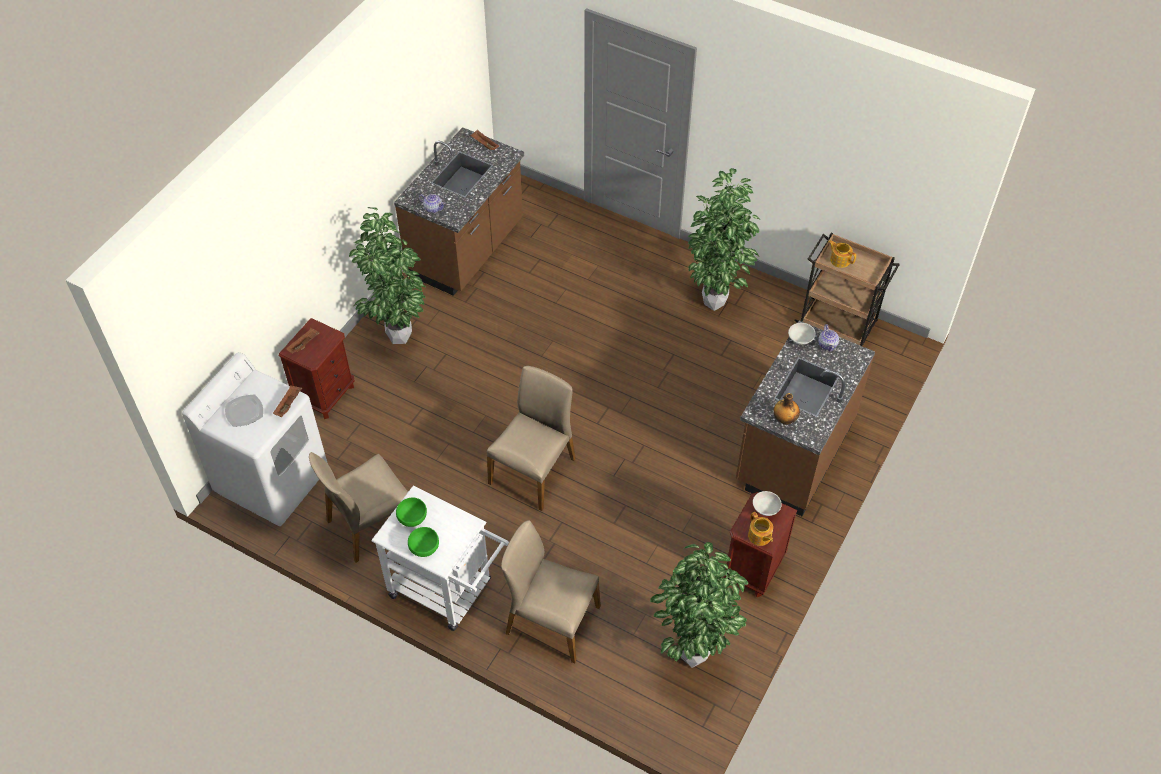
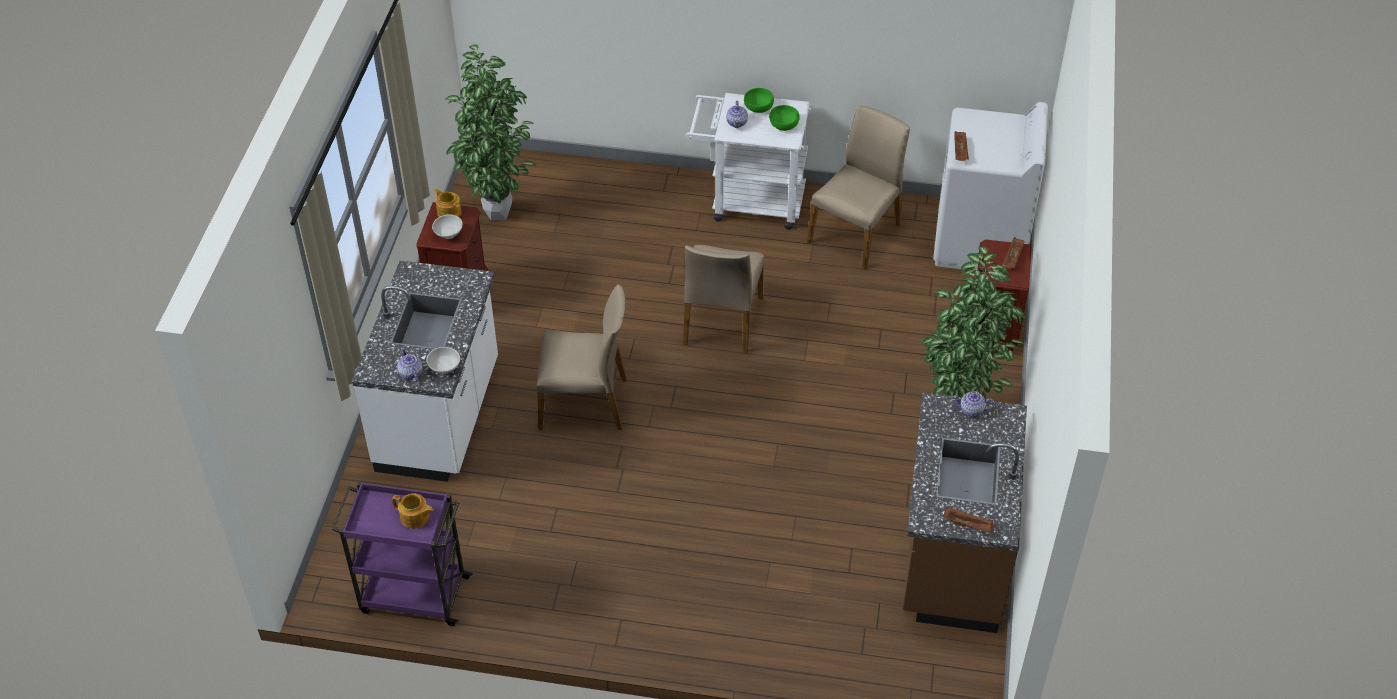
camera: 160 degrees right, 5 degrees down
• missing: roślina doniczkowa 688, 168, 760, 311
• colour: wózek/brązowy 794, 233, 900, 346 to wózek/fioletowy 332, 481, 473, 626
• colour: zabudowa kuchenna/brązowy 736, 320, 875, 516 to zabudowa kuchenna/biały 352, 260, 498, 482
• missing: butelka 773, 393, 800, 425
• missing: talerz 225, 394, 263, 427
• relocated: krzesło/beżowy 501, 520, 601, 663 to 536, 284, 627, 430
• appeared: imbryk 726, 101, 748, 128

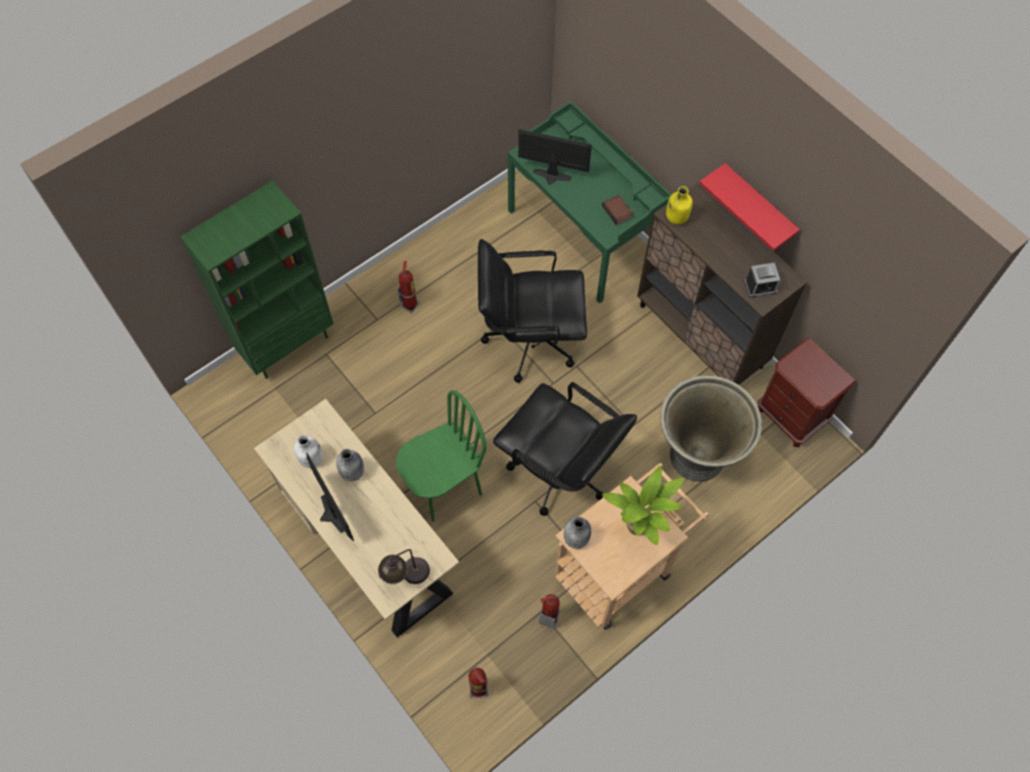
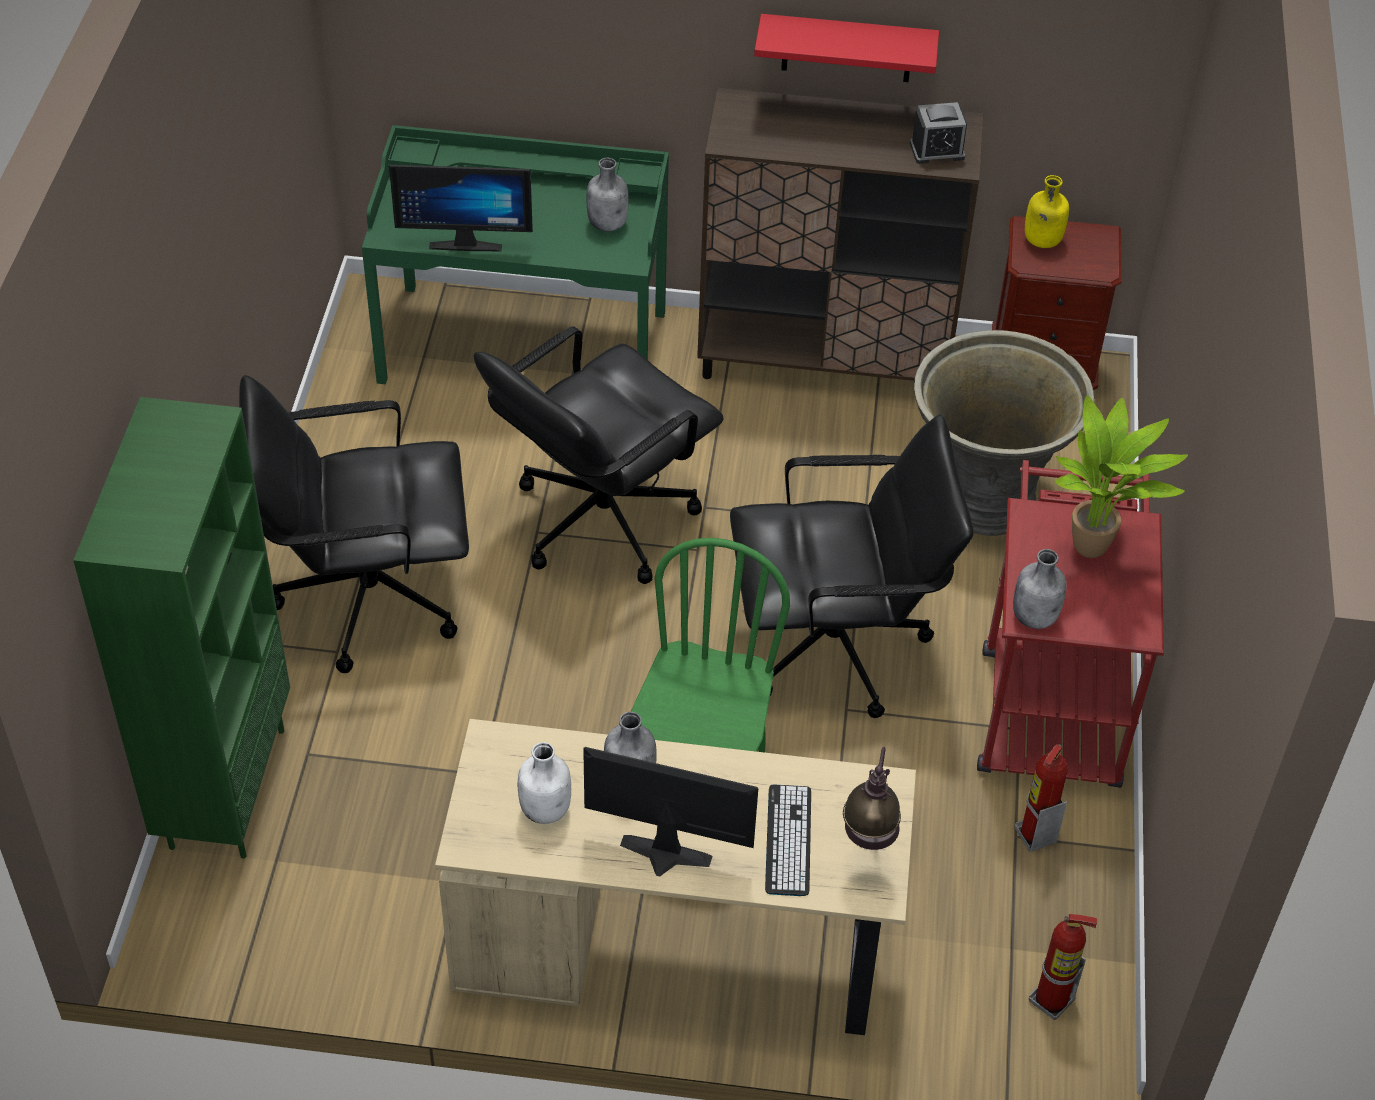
camera: 45 degrees left, 15 degrees down
• spun: monitor 518, 129, 592, 185 = 389, 165, 533, 251 150 degrees counterclockwise
• relocated: butelka/żółty 666, 186, 693, 224 to 1025, 175, 1069, 248
• exchanged: książka 602, 195, 633, 225 to butelka/szary 587, 158, 629, 231
• exchanged: gaśnica 397, 261, 420, 313 to krzesło biurowe/czarny 239, 375, 469, 673
• spun: budzik 744, 263, 781, 298 = 910, 102, 967, 164 45 degrees clockwise
• colour: wózek/beżowy 555, 463, 709, 630 to wózek/czerwony 977, 460, 1164, 788
• appeared: klawiatura 765, 784, 811, 896

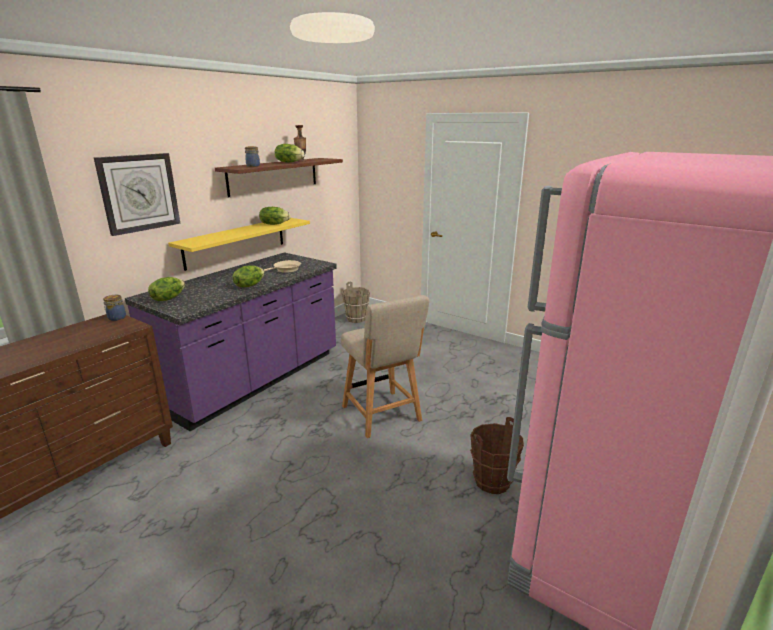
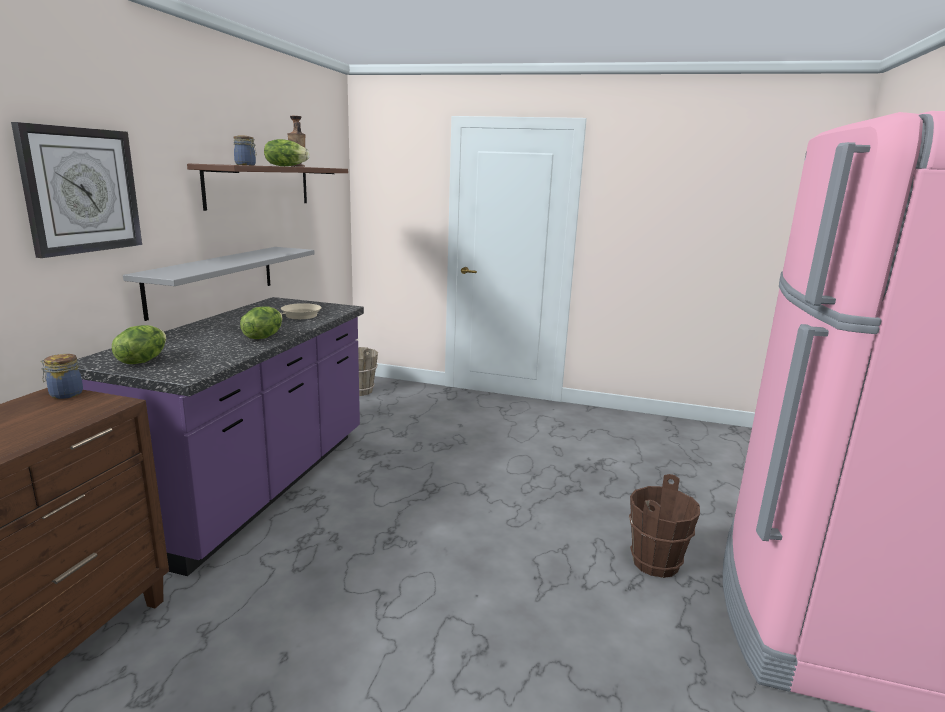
camera: 20 degrees left, 5 degrees down
• missing: sałata 259, 207, 291, 225
• colour: półka/żółty 168, 218, 310, 271 to półka/szary 123, 247, 314, 321
• missing: krzesło/beżowy 341, 295, 429, 438

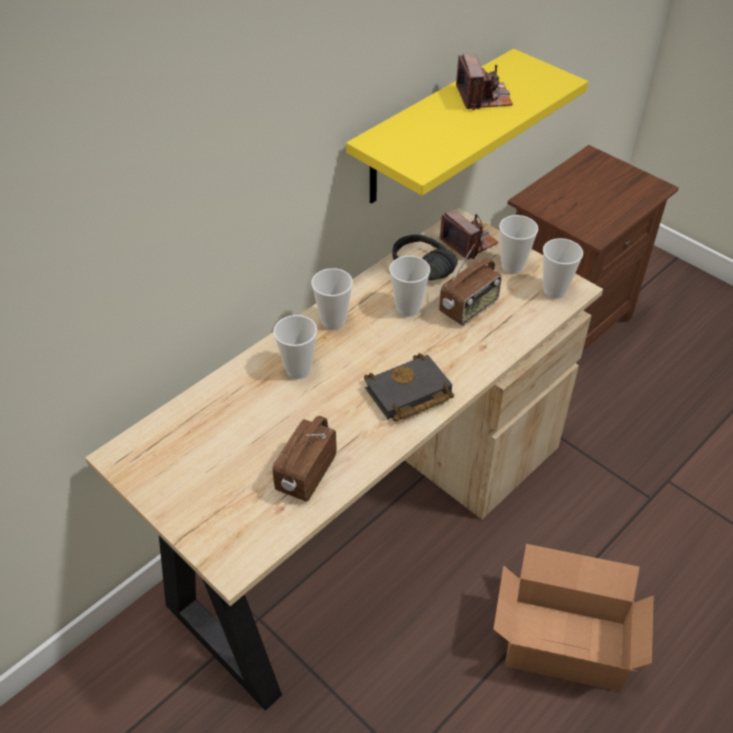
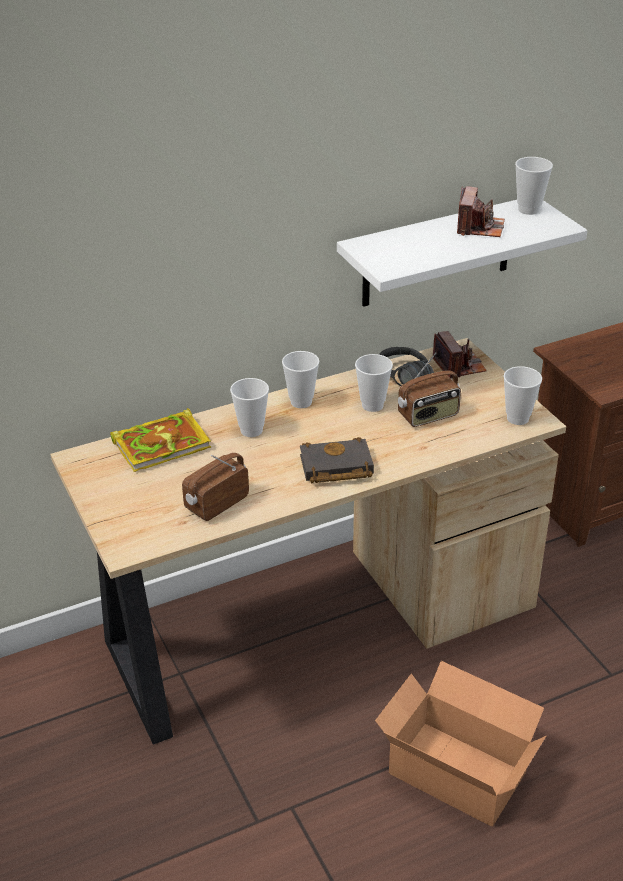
camera: 20 degrees right, 10 degrees down
• colour: półka/żółty 346, 49, 588, 204 to półka/biały 337, 200, 587, 307
• relocated: filiżanka 499, 215, 538, 274 to 515, 157, 553, 215
• appeared: książka 110, 408, 211, 472

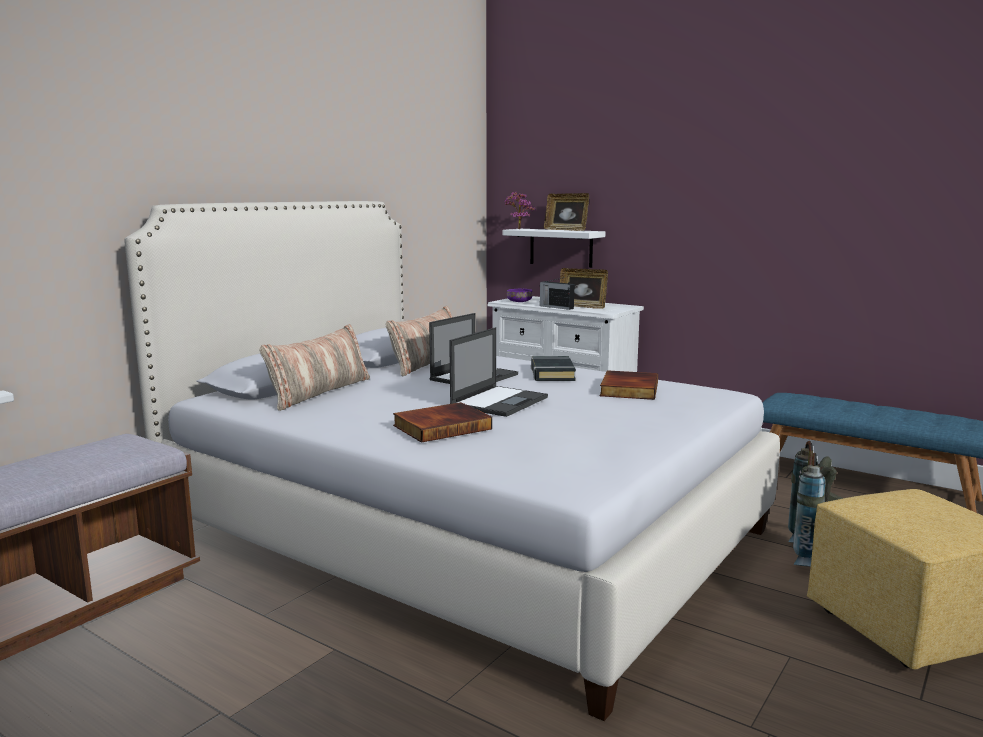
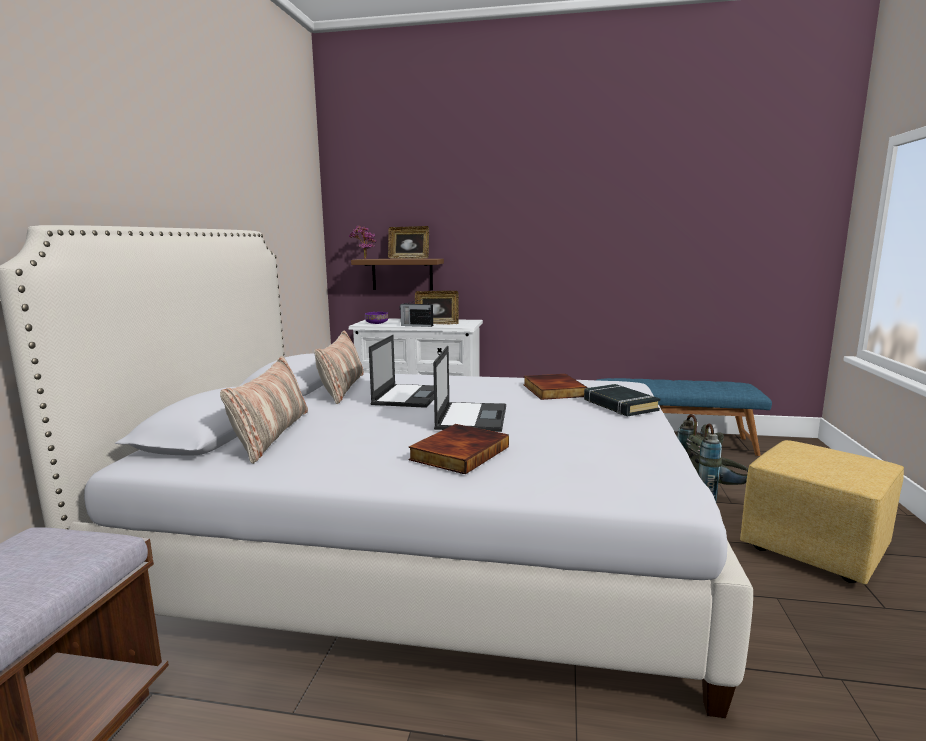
camera: 25 degrees left, 0 degrees up
• colour: półka/biały 503, 229, 605, 268 to półka/brązowy 351, 259, 444, 290
• relocated: książka/czarny 531, 356, 576, 381 to 584, 384, 660, 416

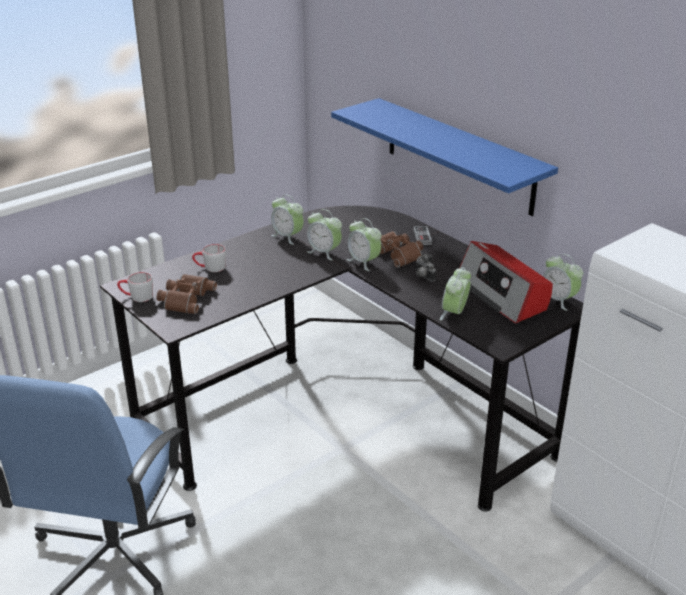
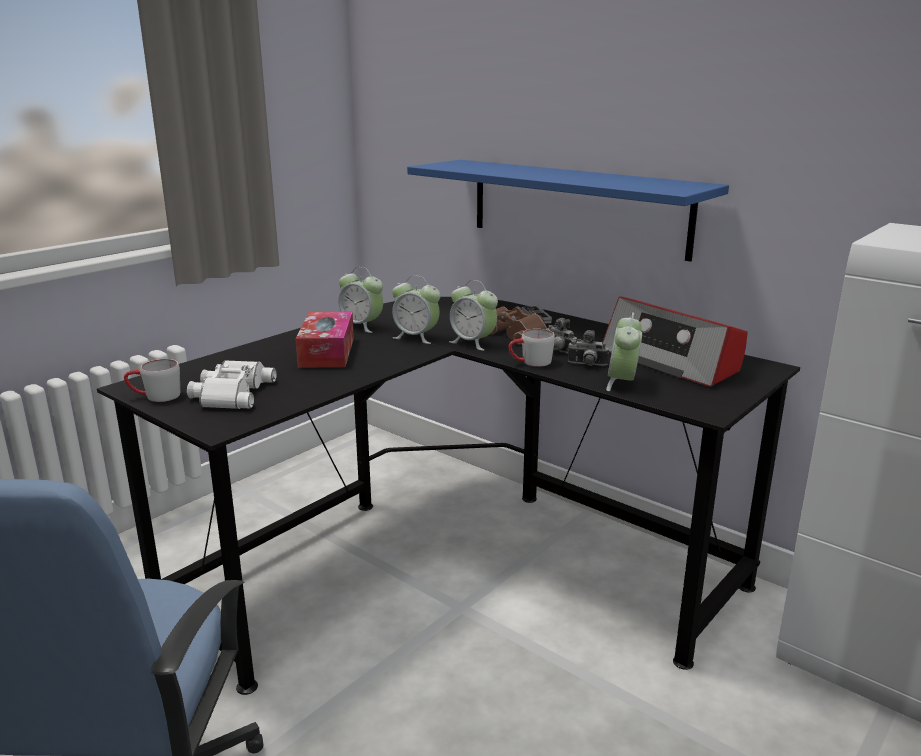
camera: 10 degrees left, 10 degrees down
• relocated: kubek/szary 192, 244, 226, 272 to 509, 329, 555, 367
• missing: budzik 543, 254, 583, 311
• colour: lornetka/brązowy 157, 274, 217, 314 to lornetka/biały 187, 360, 277, 409
• appeared: pudełko chusteczek 296, 312, 354, 368
• appeared: aparat fotograficzny 567, 330, 609, 366

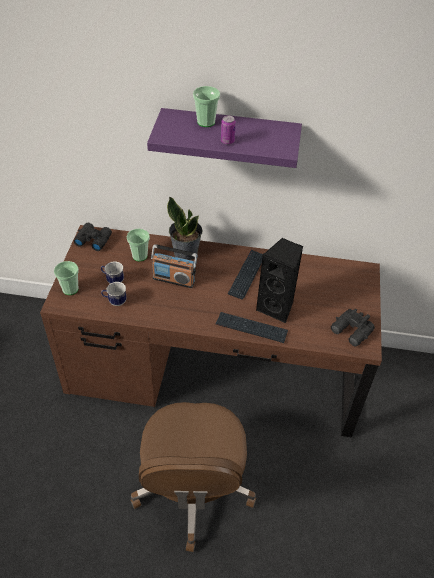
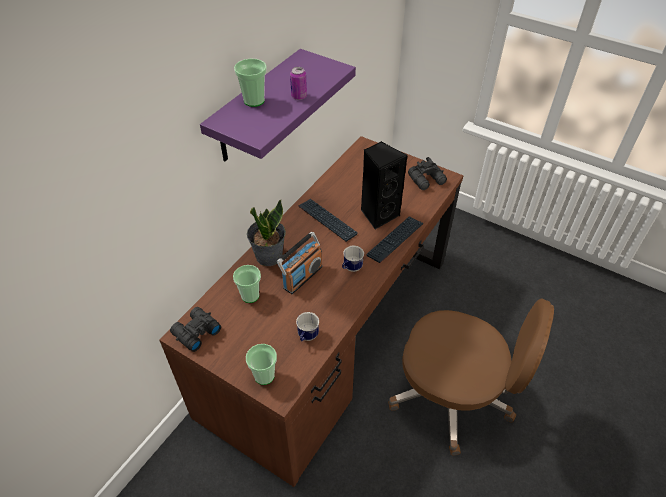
camera: 65 degrees left, 0 degrees up
• relocated: kubek 101, 261, 124, 284 to 342, 245, 364, 272

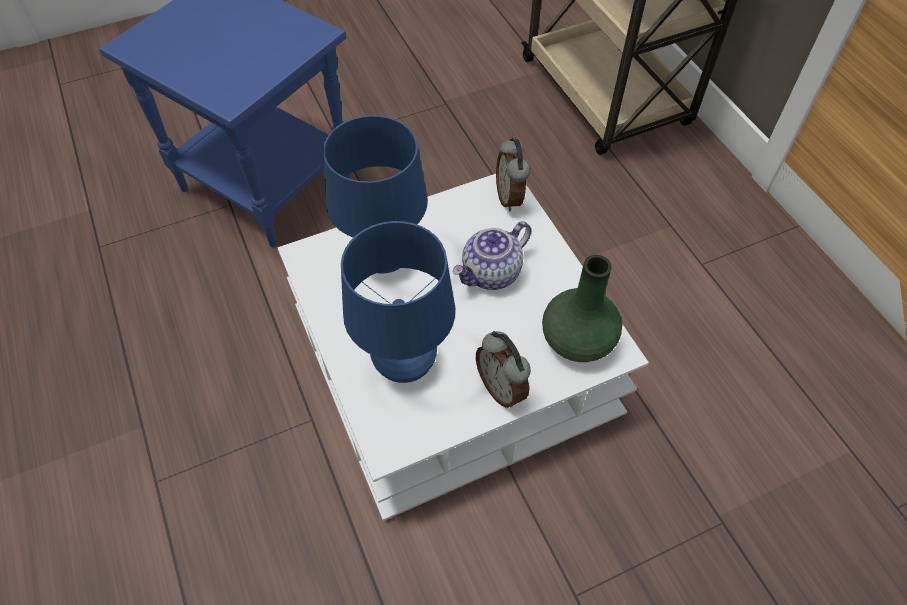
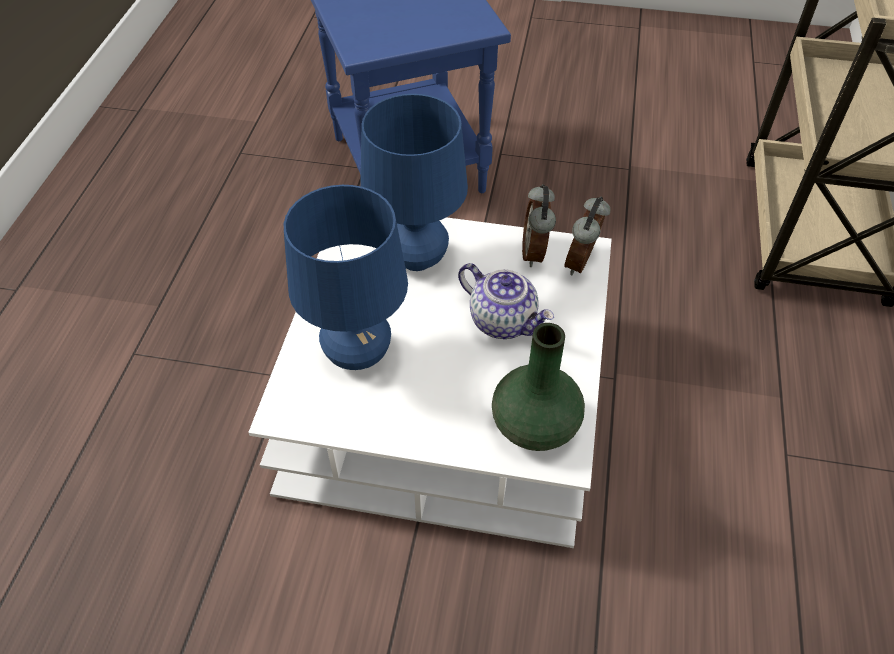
camera: 35 degrees right, 5 degrees down
• spun: imbryk 452, 221, 531, 290 = 458, 263, 554, 339 135 degrees counterclockwise
• relocated: budzik 476, 331, 531, 408 to 522, 184, 556, 267

